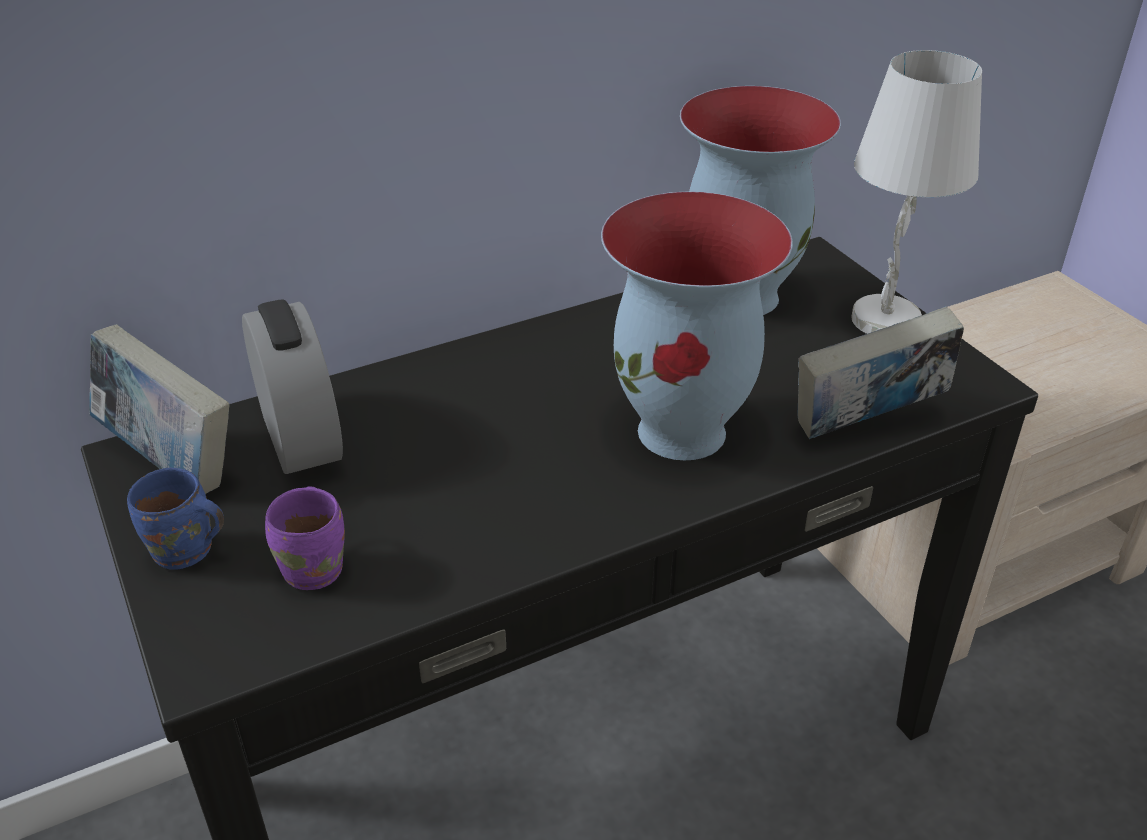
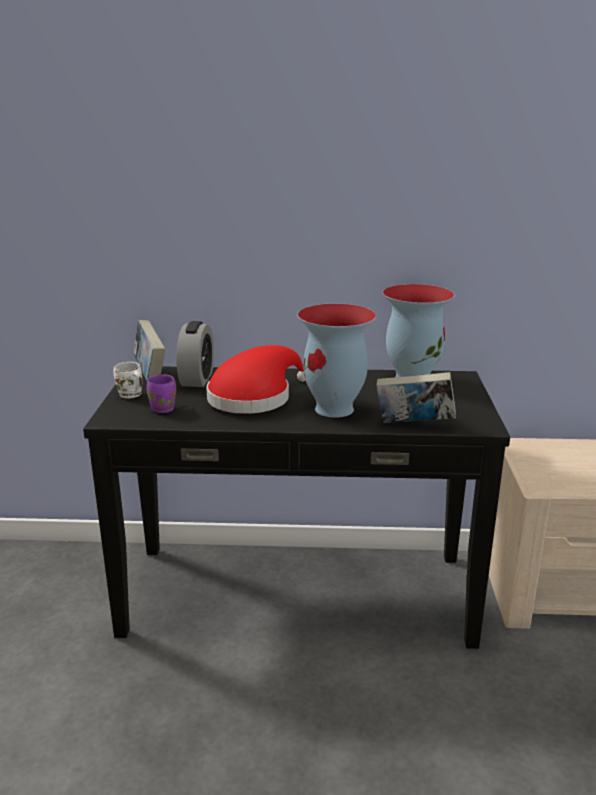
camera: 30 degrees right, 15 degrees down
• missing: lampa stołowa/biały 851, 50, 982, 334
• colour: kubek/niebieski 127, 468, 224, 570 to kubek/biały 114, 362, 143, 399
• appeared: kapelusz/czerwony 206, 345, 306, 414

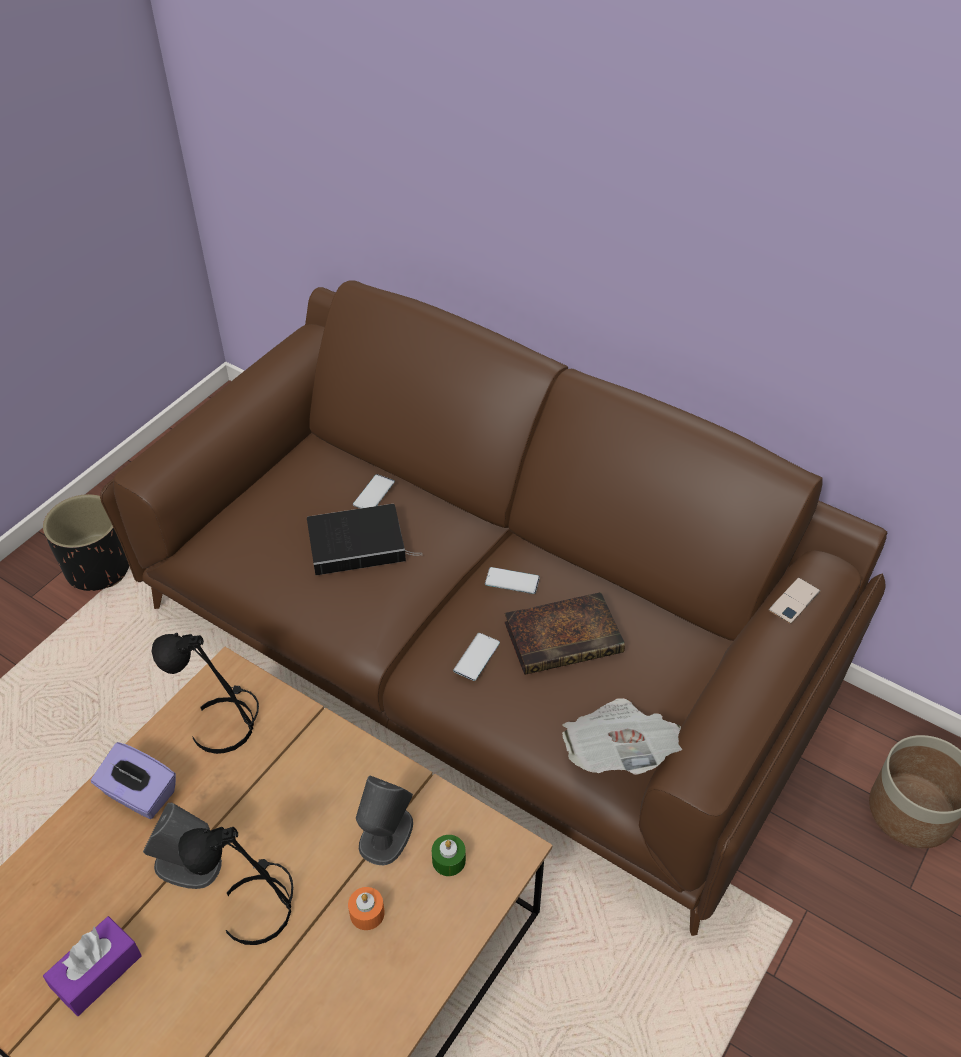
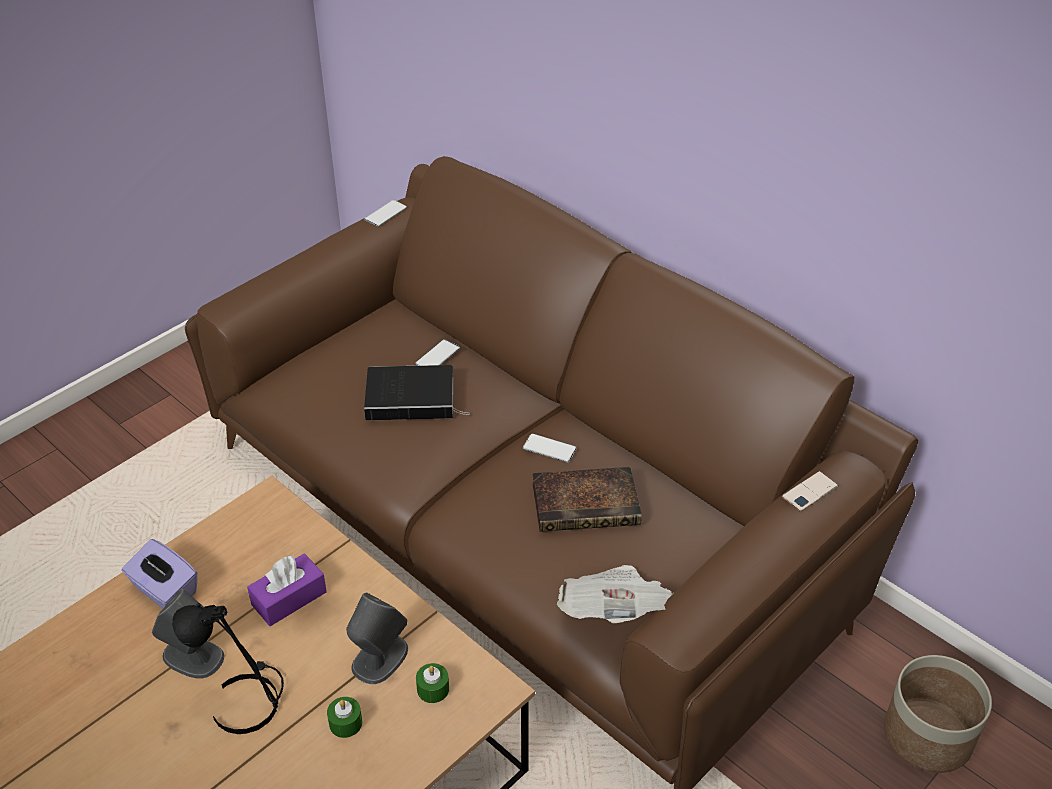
camera: 10 degrees right, 5 degrees down
• missing: donica/czarny 43, 494, 129, 591
• missing: lampa stołowa/czarny 151, 633, 259, 754
• relocated: telefon 453, 633, 500, 681 to 364, 200, 407, 226
• colour: świeca/pomarańczowy 348, 887, 385, 930 to świeca/zielony 327, 697, 362, 738
• relocated: pudełko chusteczek/fioletowy 43, 916, 142, 1016 to 247, 553, 327, 626

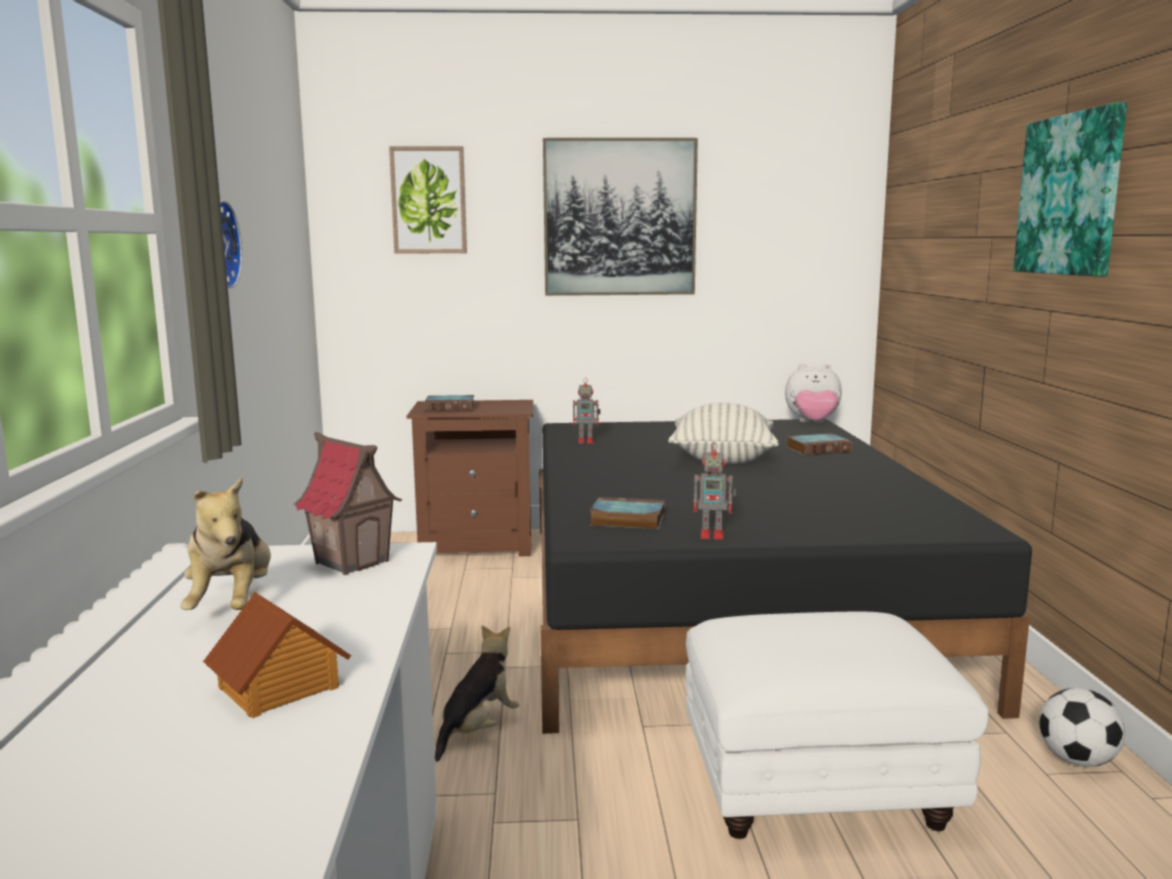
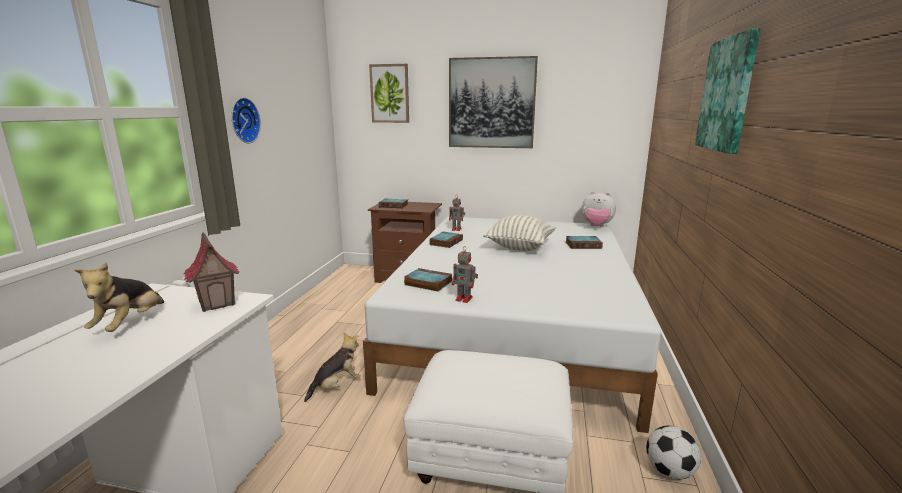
camera: 15 degrees right, 5 degrees up
• colour: łóżko/czarny 539, 419, 1032, 734 to łóżko/biały 363, 216, 661, 433
• missing: domek 203, 592, 351, 718
• appeared: książka 429, 232, 463, 248

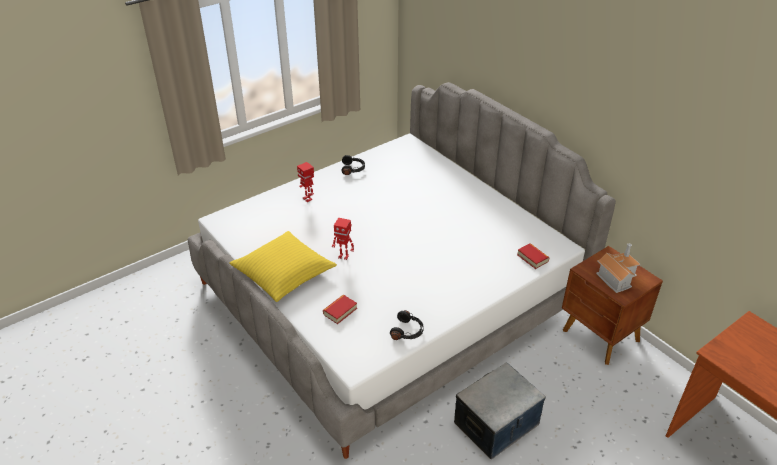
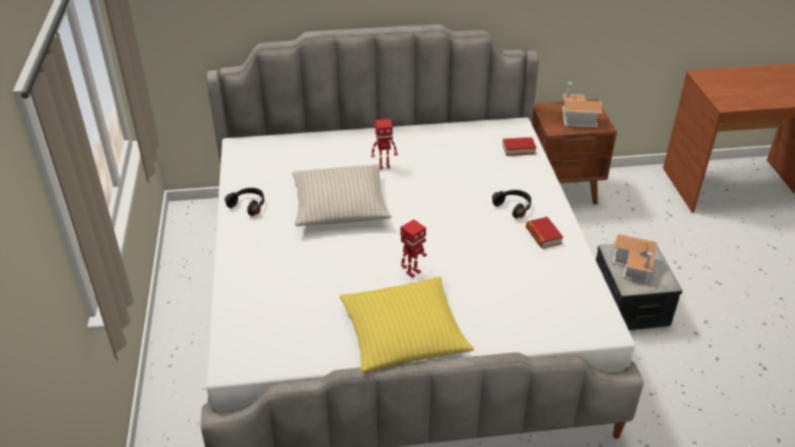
camera: 60 degrees left, 0 degrees up
• relocated: robot zabawkowy 297, 162, 314, 202 to 371, 119, 398, 169
• relocated: książka 323, 295, 357, 324 to 526, 217, 563, 249
• relocated: słuchawki/czarny 390, 310, 424, 340 to 492, 190, 531, 219
• appeared: poduszka/beżowy 292, 164, 391, 226
• appeared: domek 613, 234, 658, 283

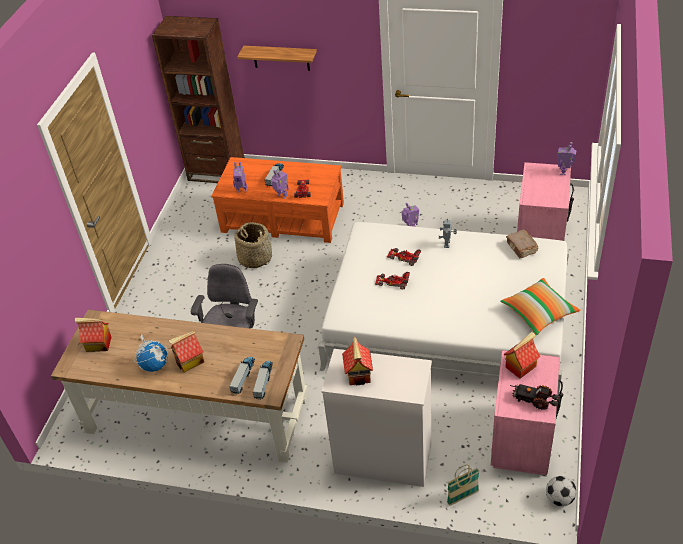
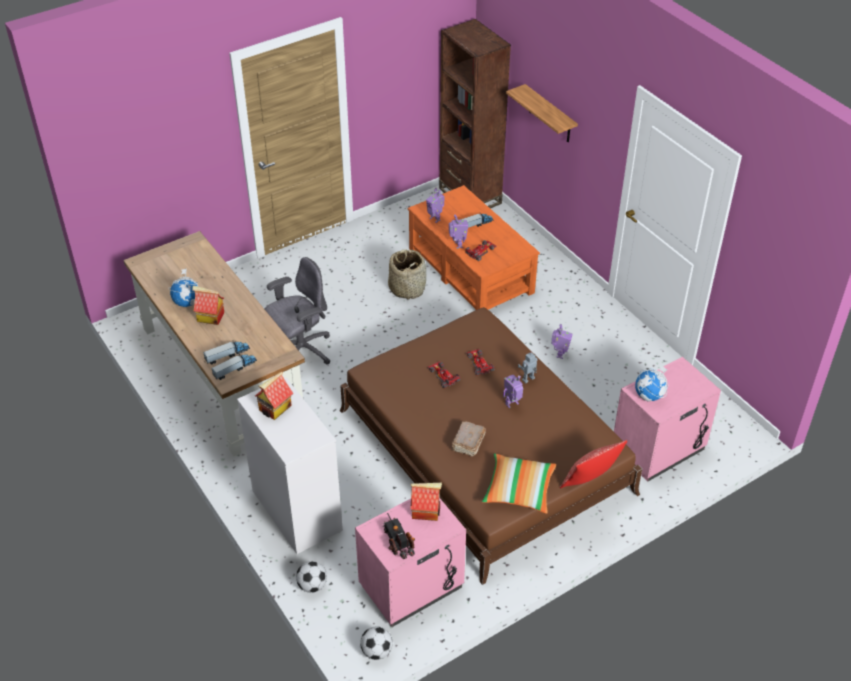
camera: 40 degrees right, 0 degrees up
• relocated: robot zabawkowy 558, 142, 576, 175 to 503, 375, 523, 408
• colour: łóżko/biały 318, 222, 569, 395 to łóżko/brązowy 340, 307, 642, 585
• relocated: książka/brązowy 506, 230, 539, 258 to 452, 421, 486, 457
• missing: domek 75, 318, 111, 352
• exchanged: koszyk 447, 465, 479, 506 to piłka futbolowa 296, 561, 327, 593
• appeared: globus 635, 366, 668, 402
• appeared: poduszka 560, 440, 627, 488

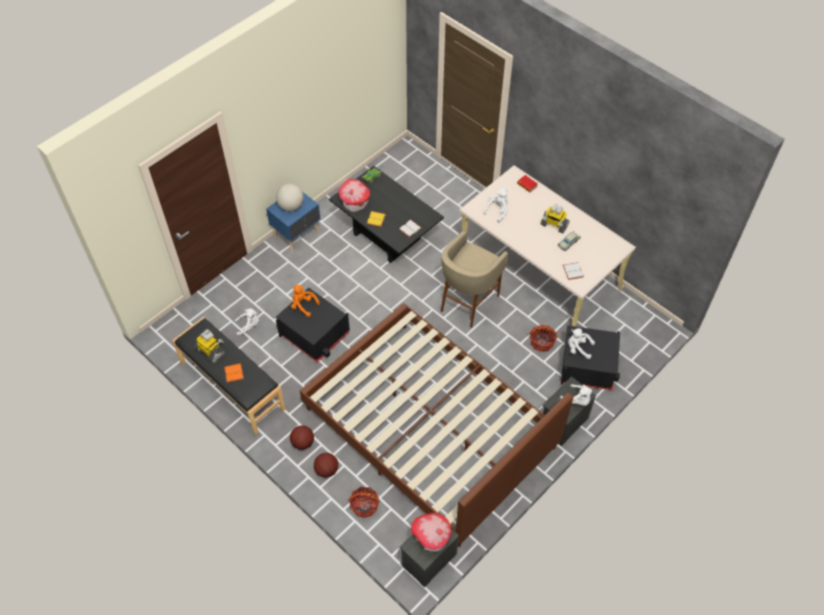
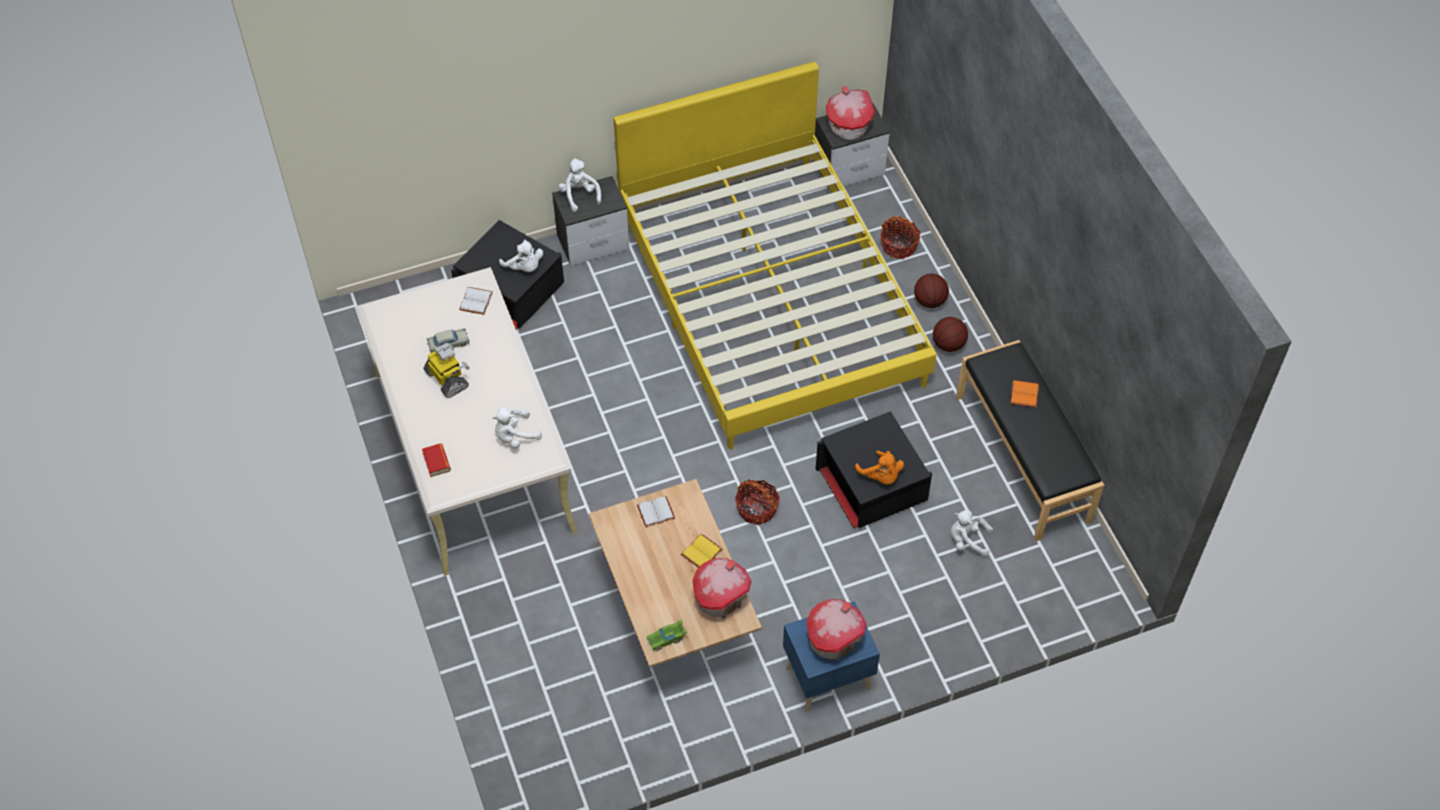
camera: 155 degrees left, 0 degrees up
• colour: ława/czarny 329, 166, 444, 263 to ława/beżowy 589, 479, 762, 668
• exchanged: globus 276, 184, 304, 211 to domek 807, 599, 867, 661
• missing: stołek/beżowy 441, 231, 509, 328
• colour: łóżko/brązowy 300, 303, 573, 547 to łóżko/żółty 613, 61, 936, 450
• relocated: koszyk 530, 325, 557, 352 to 735, 479, 780, 525
• missing: robot zabawkowy 194, 329, 225, 363

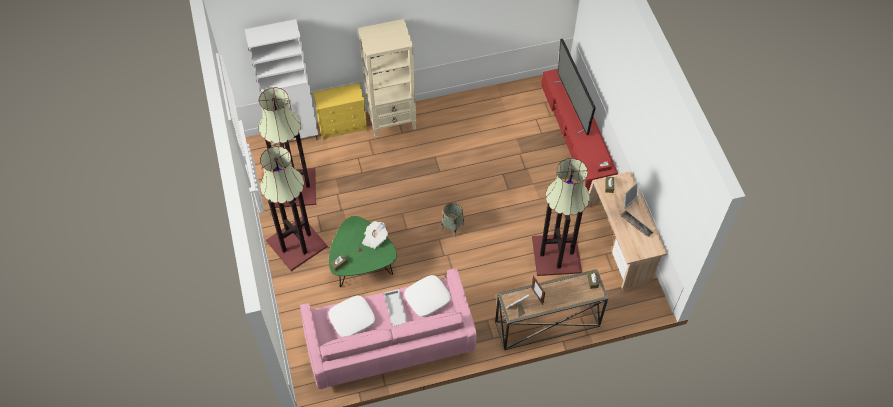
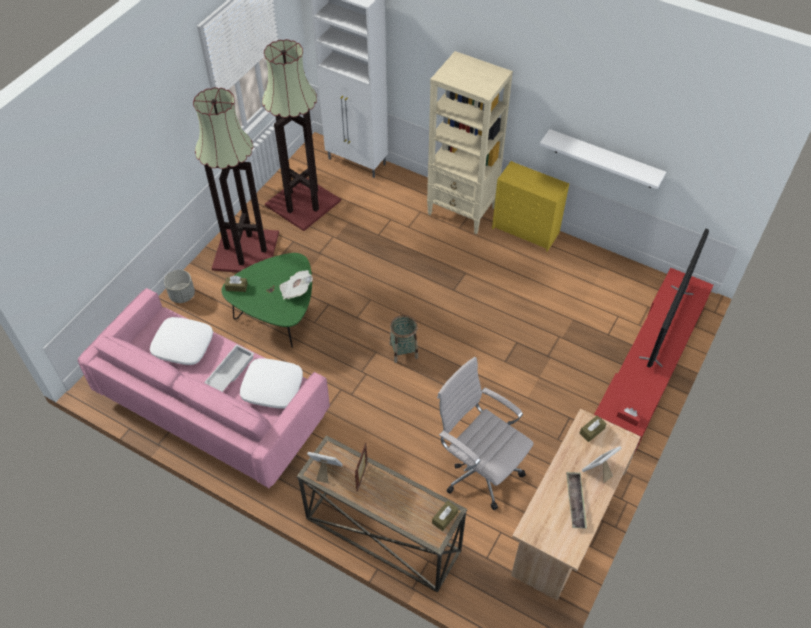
camera: 45 degrees right, 5 degrees down
• relocated: komoda/żółty 313, 83, 368, 141 to 492, 161, 569, 252
• exchanged: lampa stojąca 532, 158, 590, 276 to krzesło biurowe/biały 437, 357, 534, 510
• appeared: półka/biały 540, 129, 666, 189
• appeared: donica/szary 164, 270, 195, 303

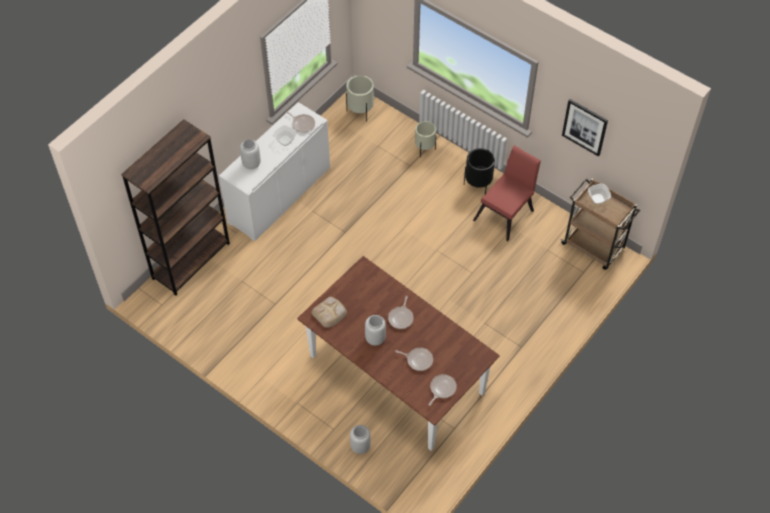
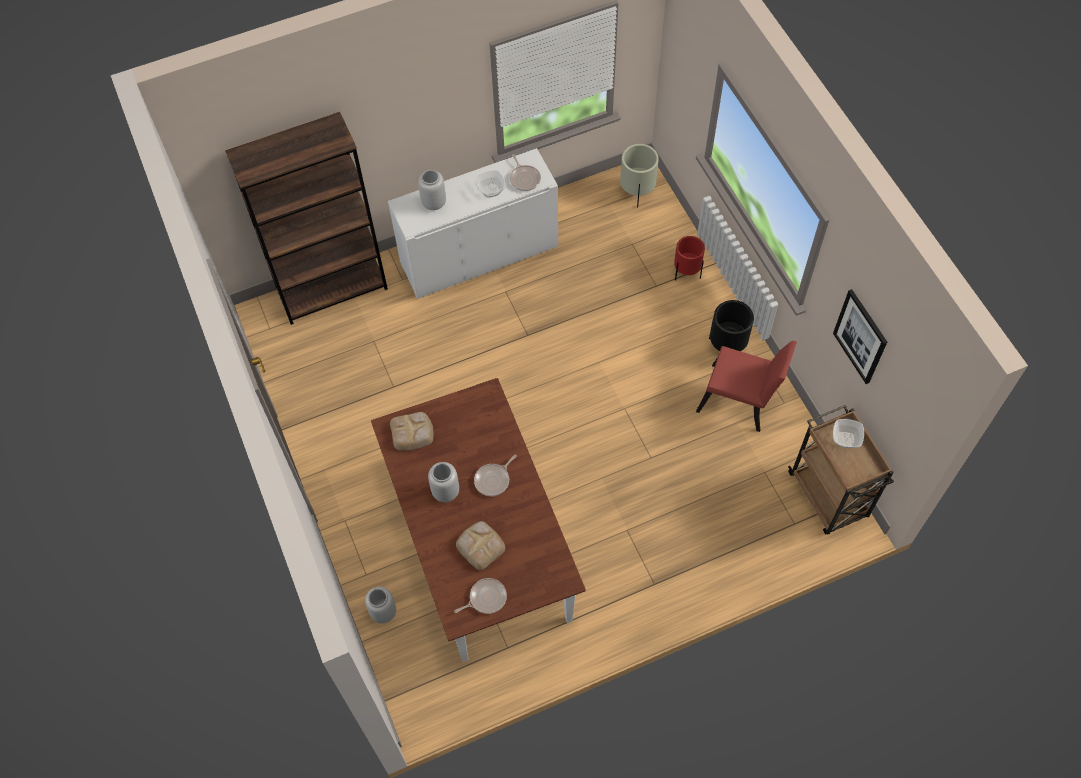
camera: 30 degrees right, 5 degrees up
• colour: donica/beżowy 415, 121, 436, 157 to donica/czerwony 674, 236, 705, 281
• spun: krzesło/czerwony 473, 145, 541, 241 = 696, 341, 797, 432 45 degrees clockwise
• exchanged: patelnia 395, 348, 433, 371 to chleb 456, 521, 505, 570

